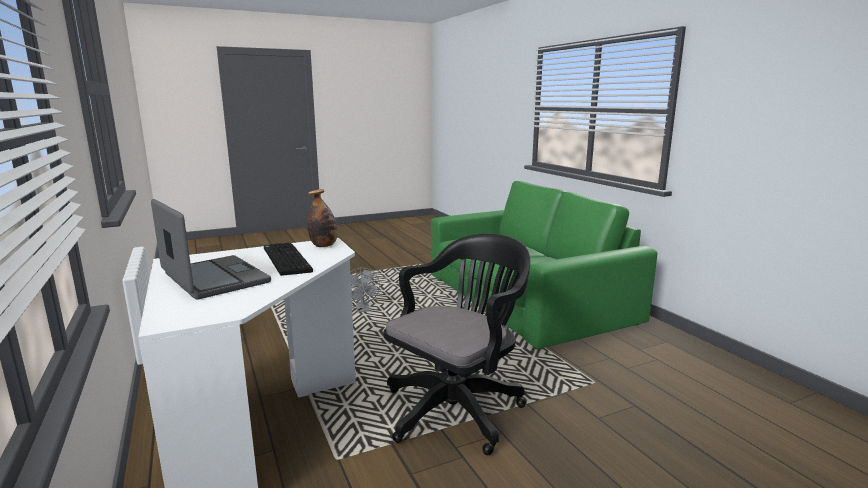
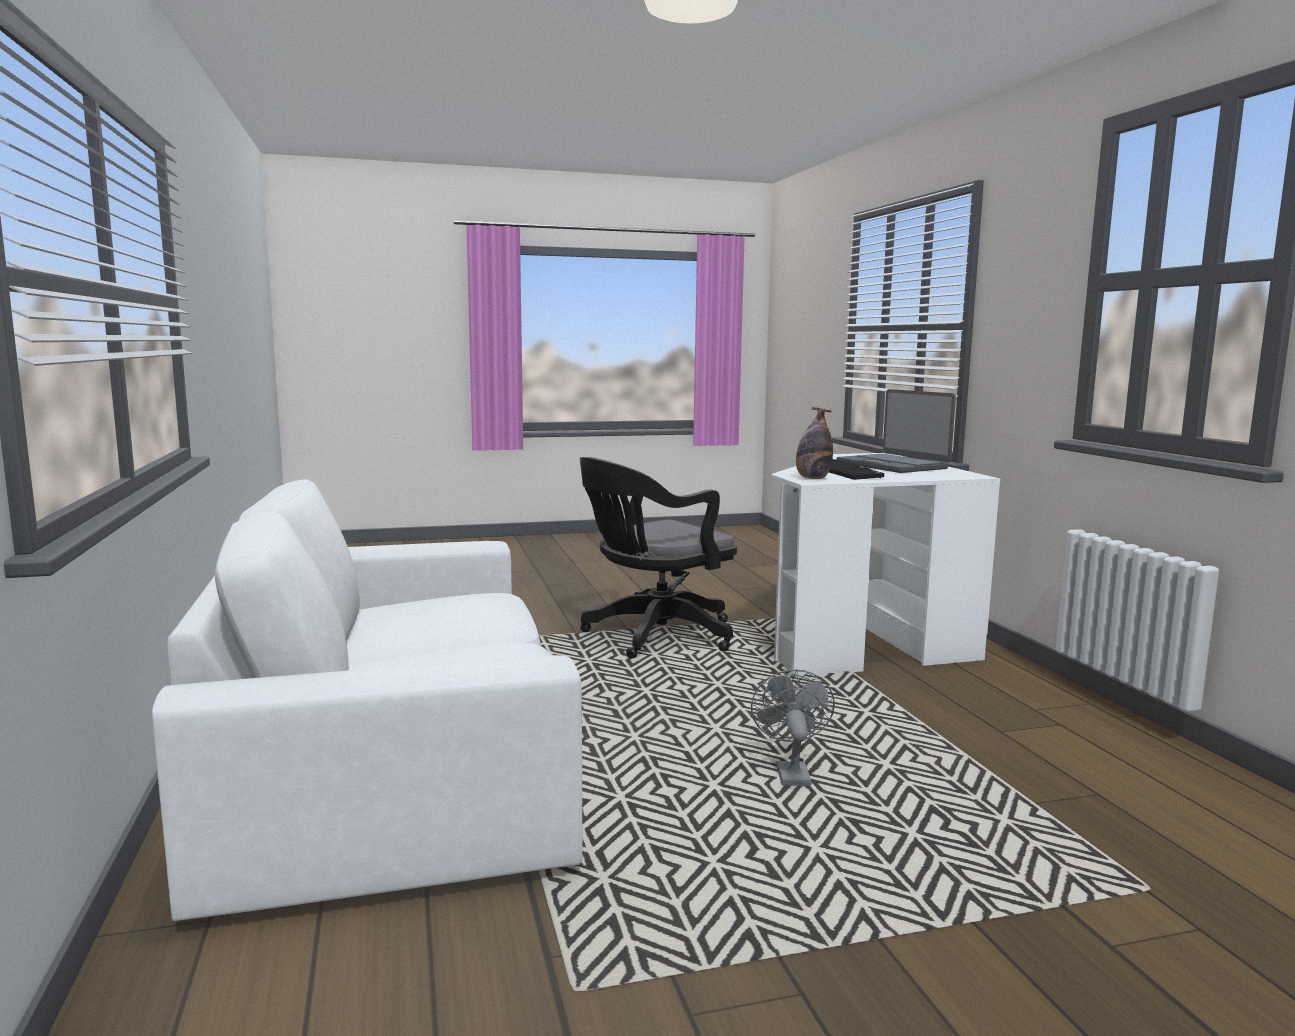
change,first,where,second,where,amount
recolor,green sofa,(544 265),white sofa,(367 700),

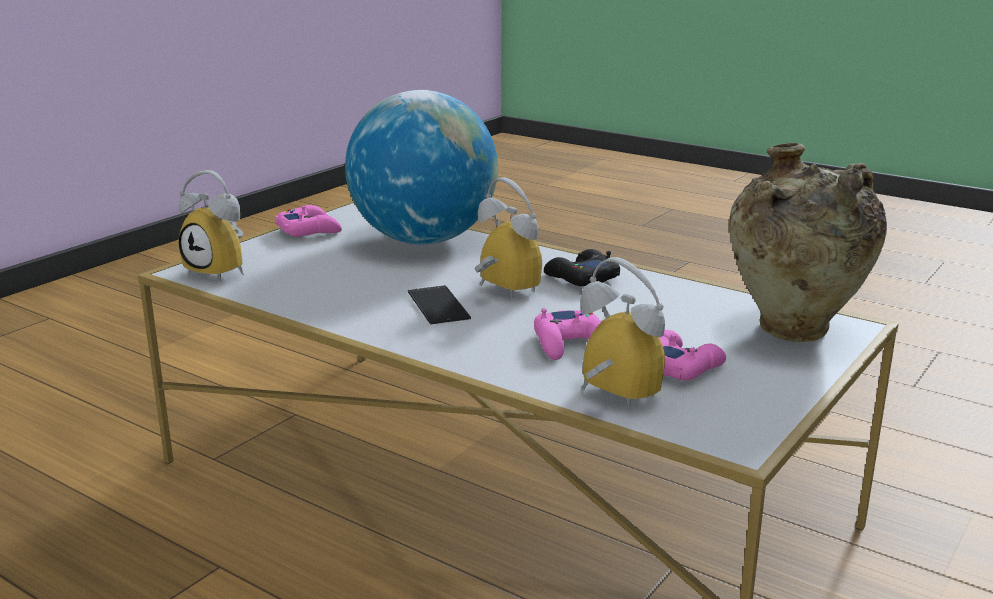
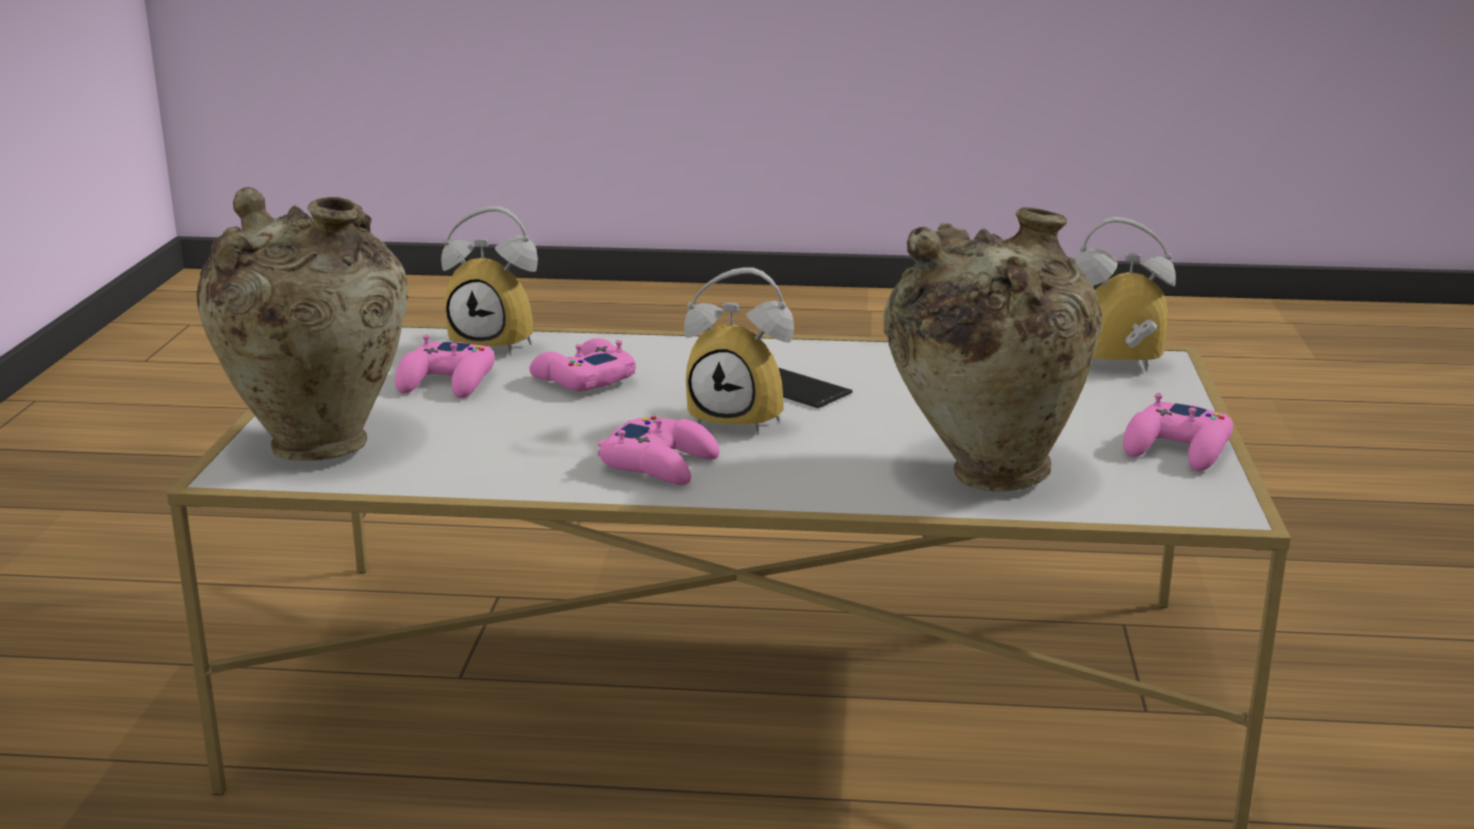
change,first,where,second,where,amount
recolor,black game controller,(582 267),pink game controller,(659 450),
replace,globe,(421 167),beige vase,(992 349),

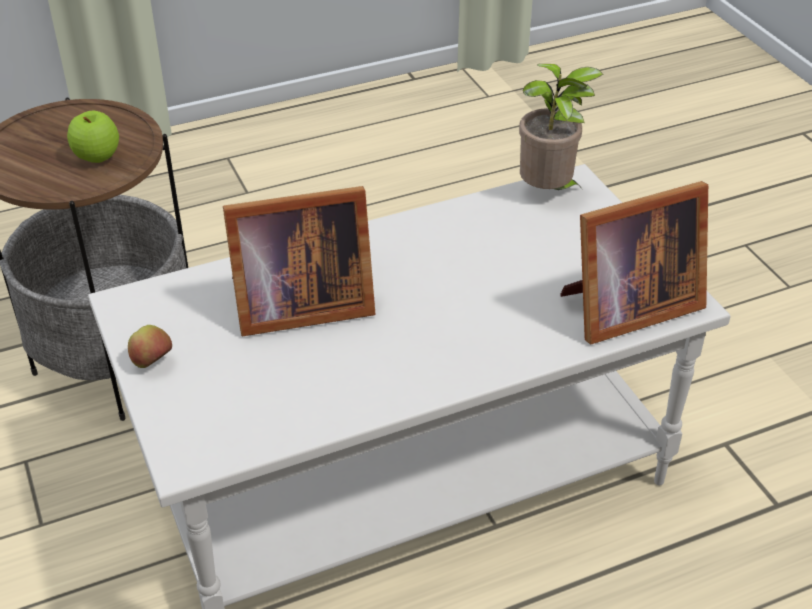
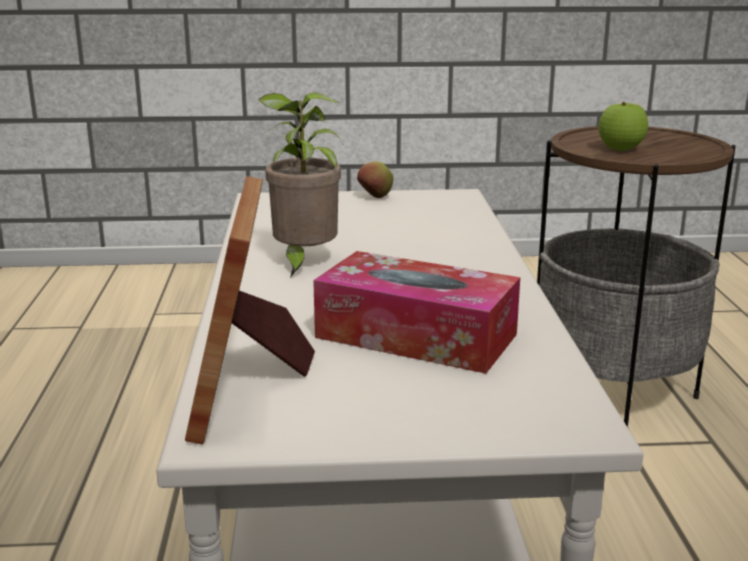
change,first,where,second,where,amount
move,potted plant,(561 127),,(300 185),
insert,,,tissue box,(416 312),
delete,picture frame,(299 261),,,

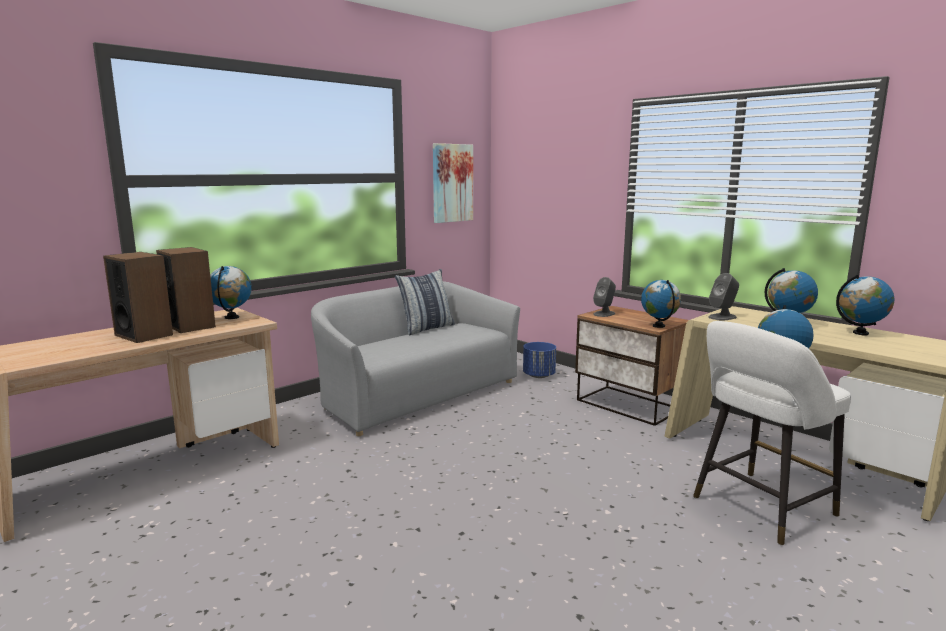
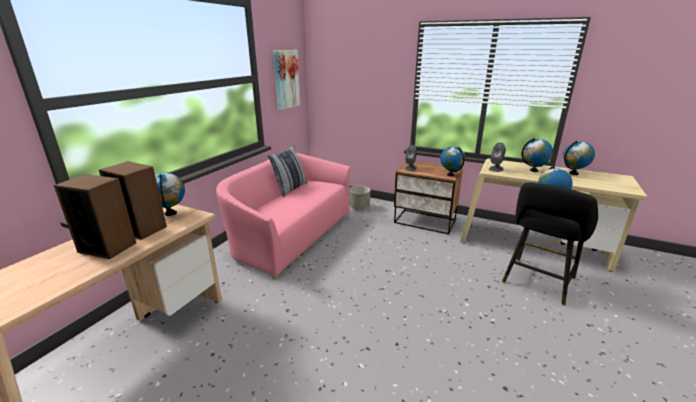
change,first,where,second,where,amount
recolor,grey sofa,(415 358),pink sofa,(283 216),
recolor,blue planter,(539 360),grey planter,(359 198),
recolor,white stool,(772 433),black stool,(550 243),

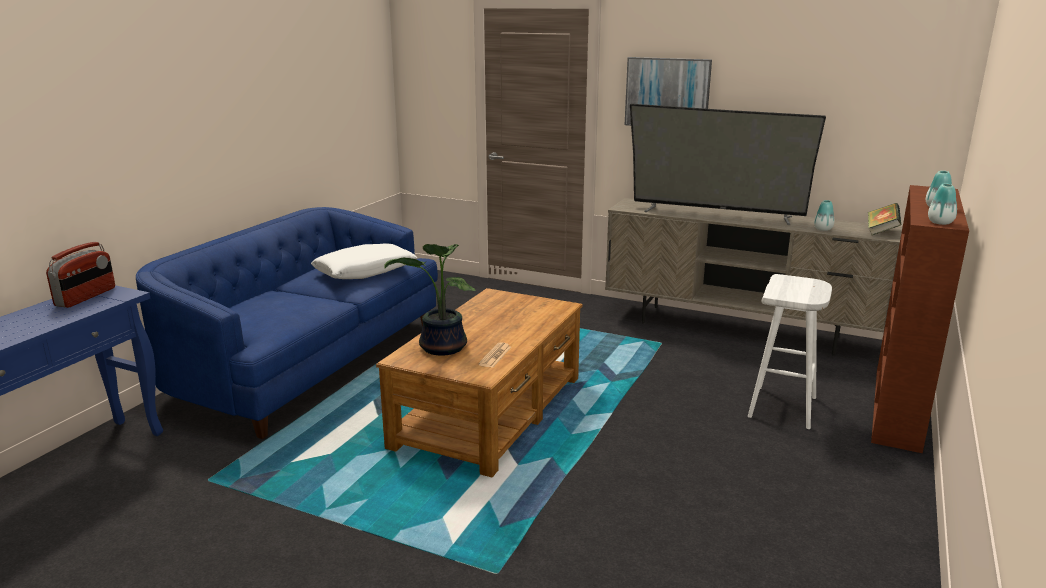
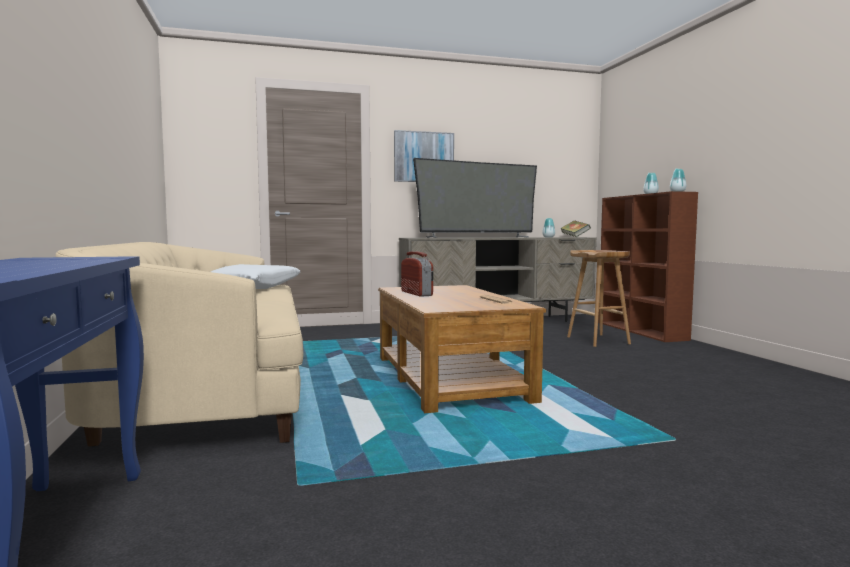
change,first,where,second,where,amount
recolor,blue sofa,(287 323),beige sofa,(179 344),
move,radio,(80 275),,(417 274),
recolor,white stool,(790 351),brown stool,(599 298),
delete,potted plant,(430 300),,,

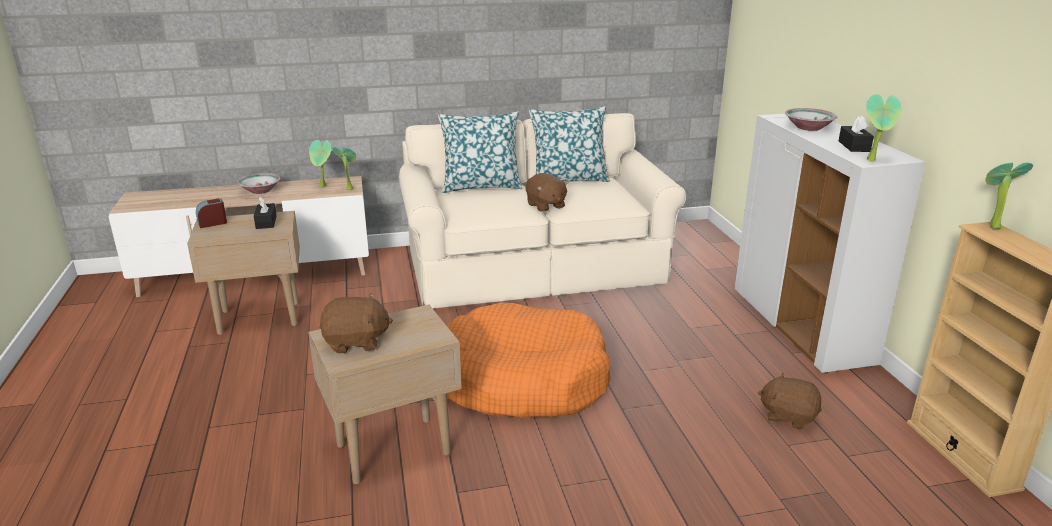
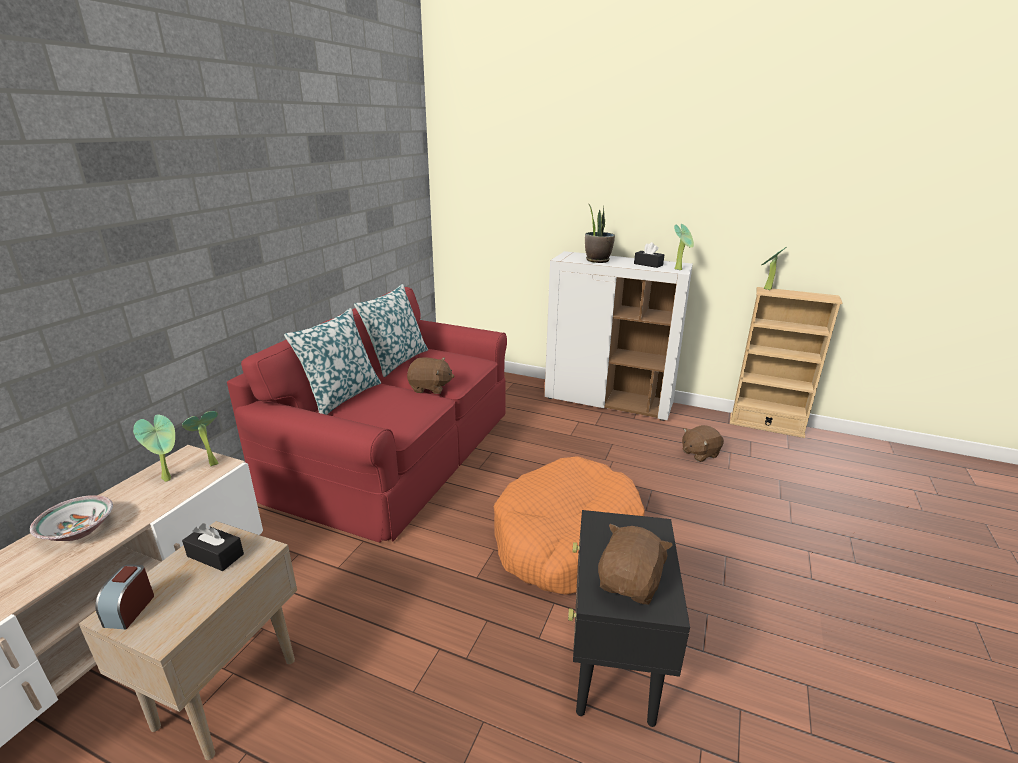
change,first,where,second,where,amount
recolor,beige sofa,(542 211),red sofa,(367 415),
recolor,beige side table,(385 394),black side table,(629 618),
replace,bowl,(811 119),potted plant,(600 234),

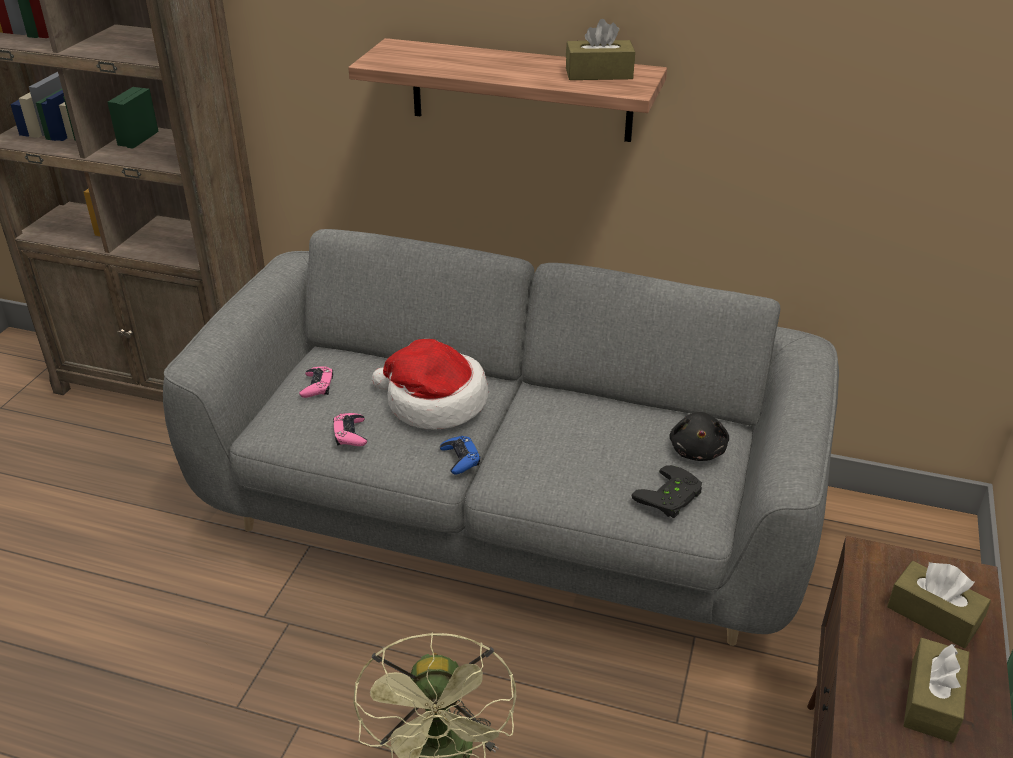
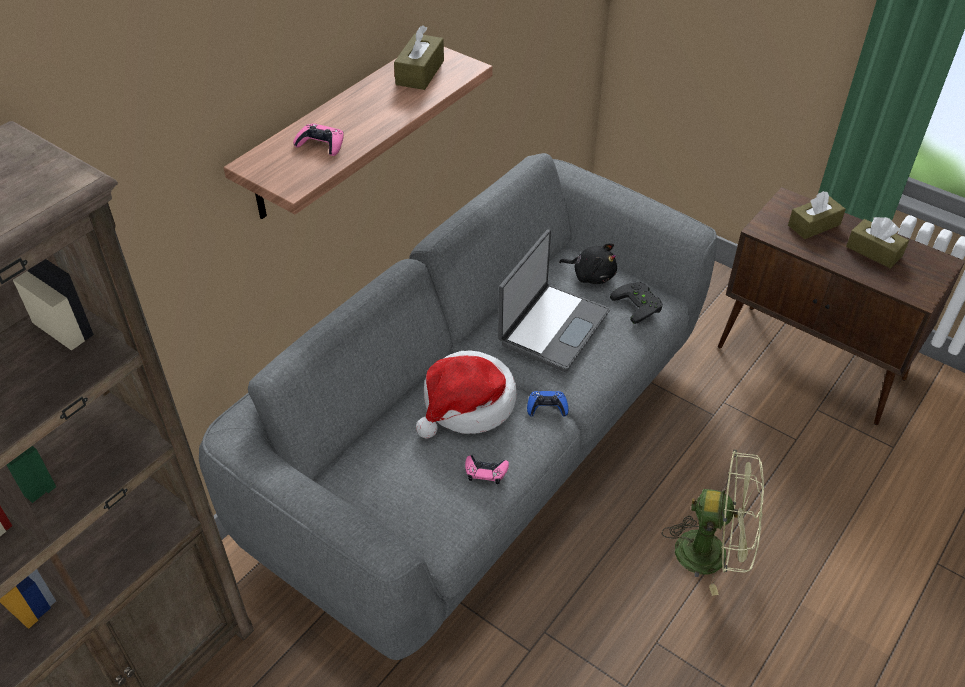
change,first,where,second,where,amount
move,pink game controller,(316 382),,(318 139),
insert,,,laptop,(554 300),

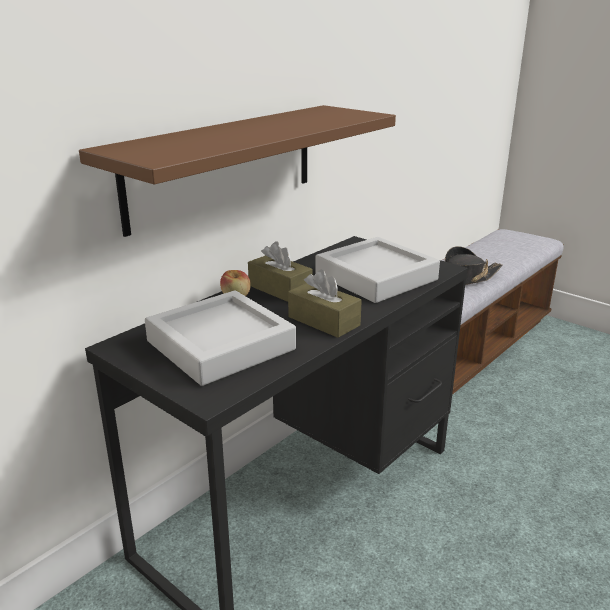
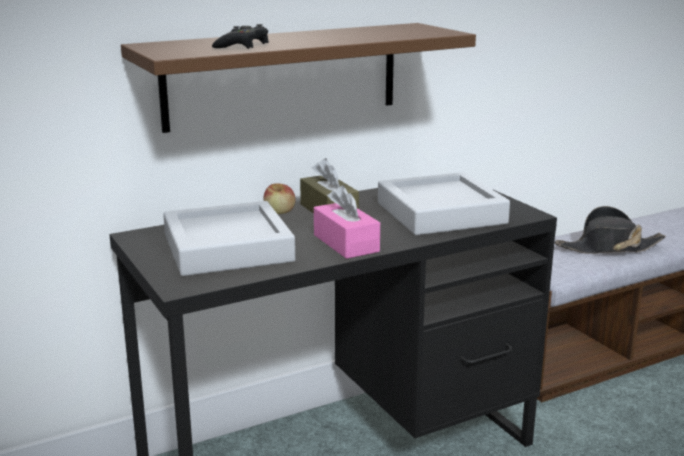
change,first,where,second,where,amount
insert,,,black game controller,(240 36),
recolor,brown tissue box,(325 303),pink tissue box,(347 222),

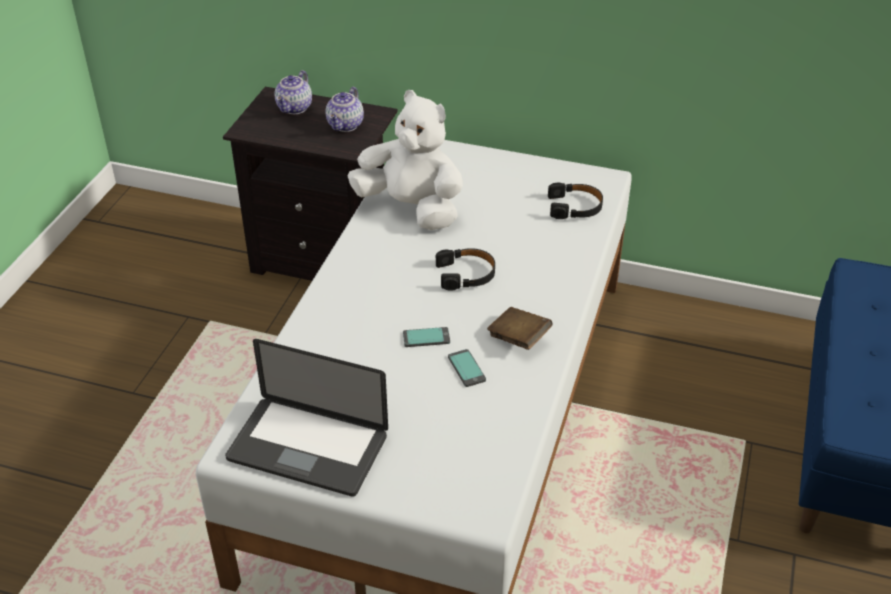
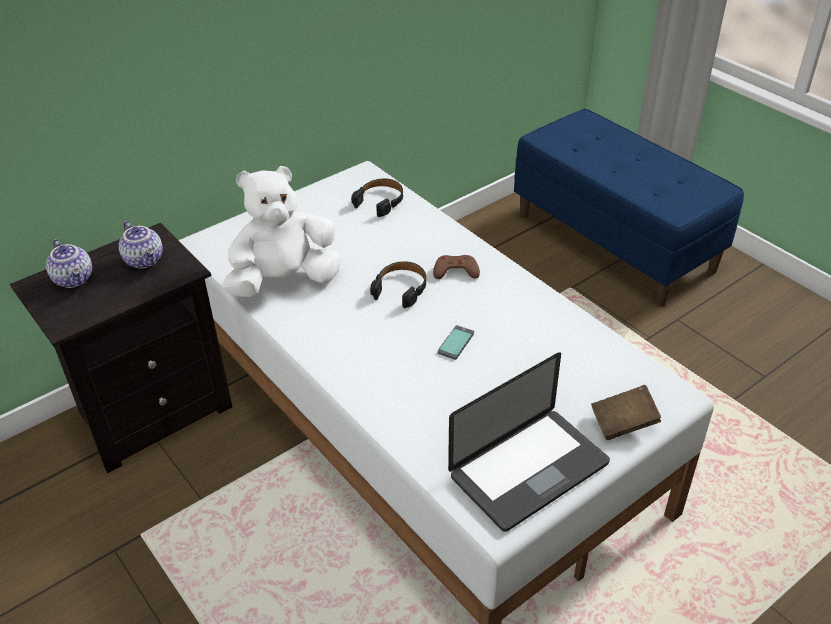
change,first,where,second,where,amount
insert,,,brown game controller,(456 267),
move,brown book,(520 328),,(626 412),
delete,phone,(467 368),,,

